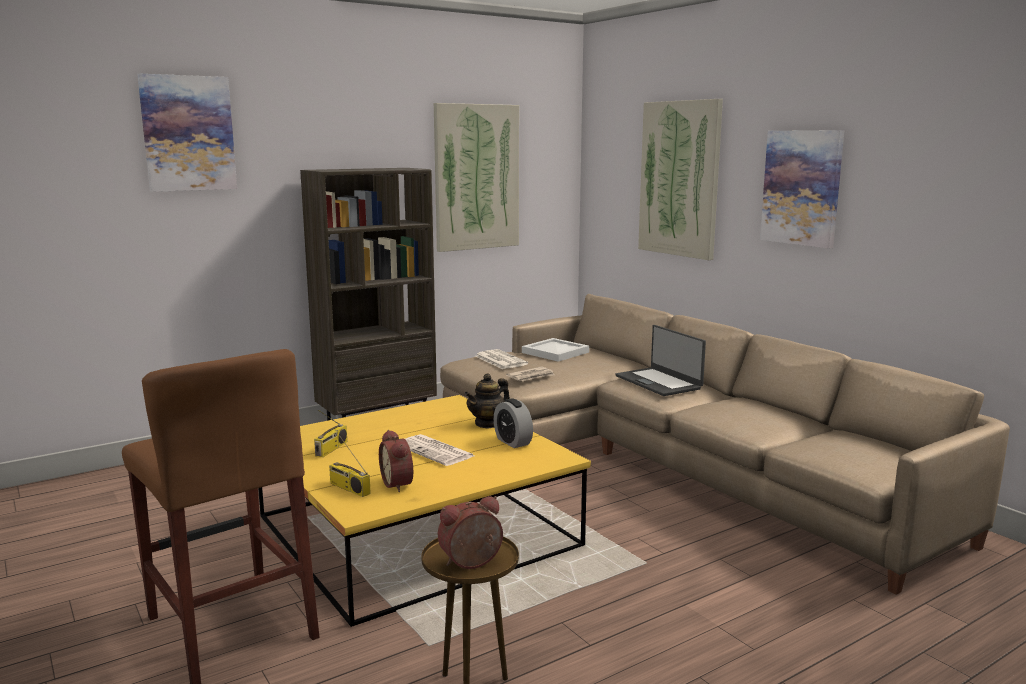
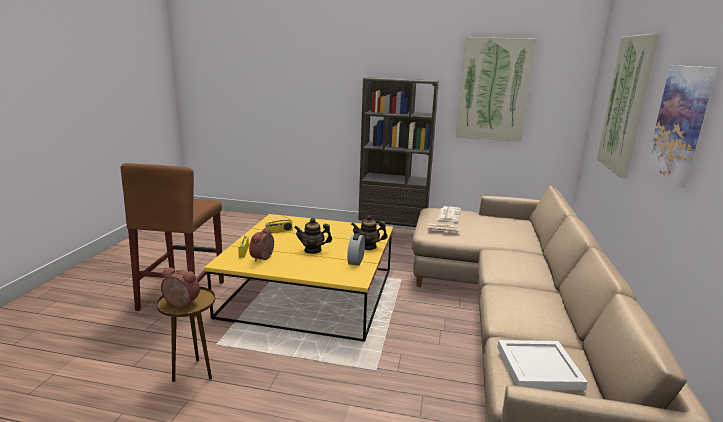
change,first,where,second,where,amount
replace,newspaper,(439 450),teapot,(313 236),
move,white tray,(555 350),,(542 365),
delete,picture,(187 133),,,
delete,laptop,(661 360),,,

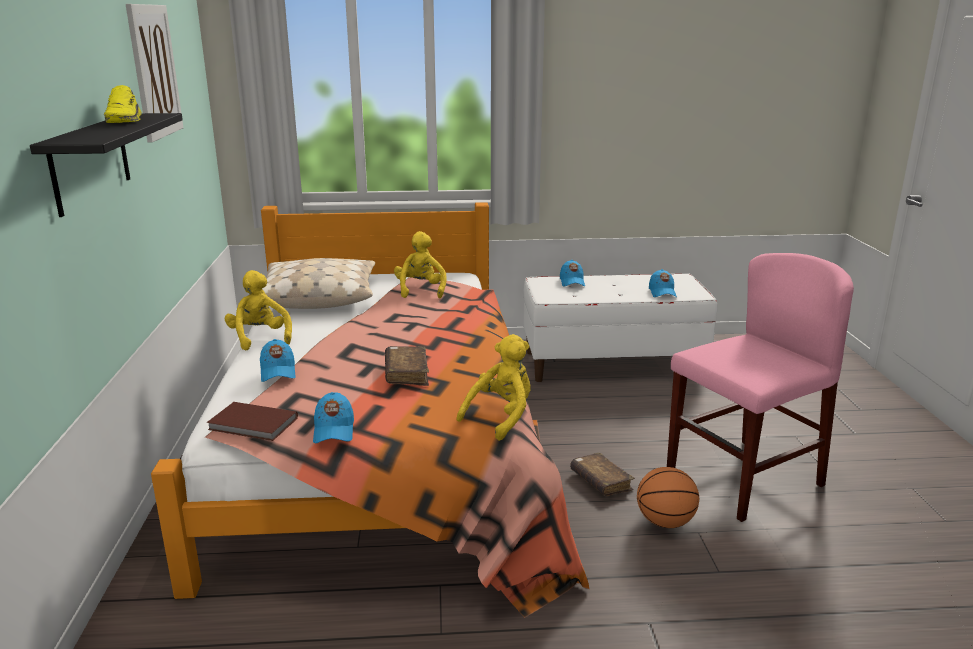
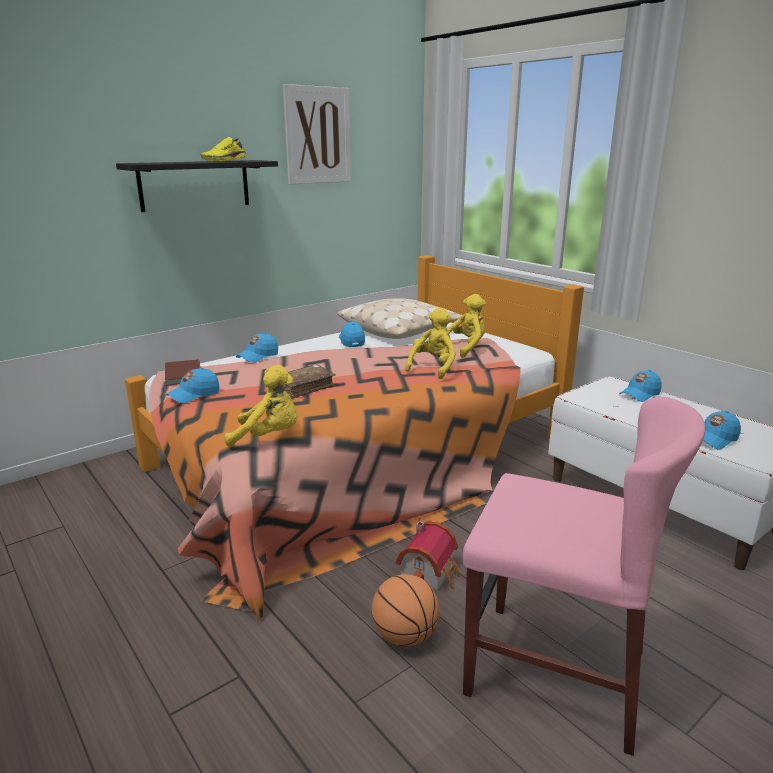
change,first,where,second,where,amount
insert,,,blue cap,(352 334),
replace,brown book,(602 474),toy house,(428 556),
move,yellow plush toy,(258 310),,(430 343),

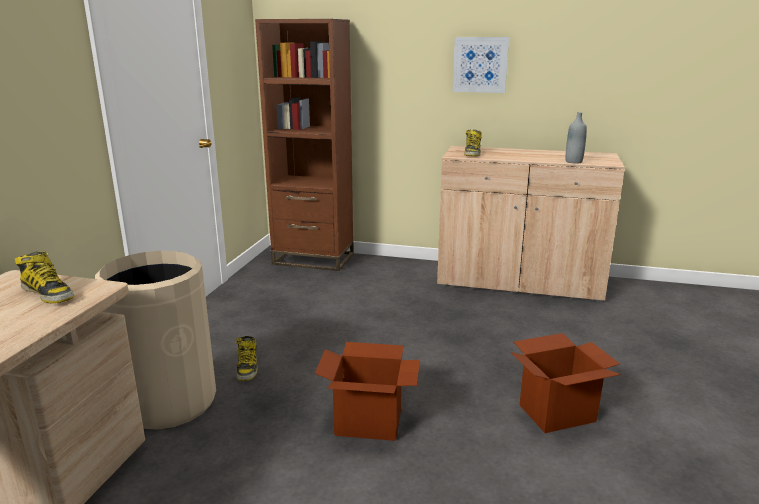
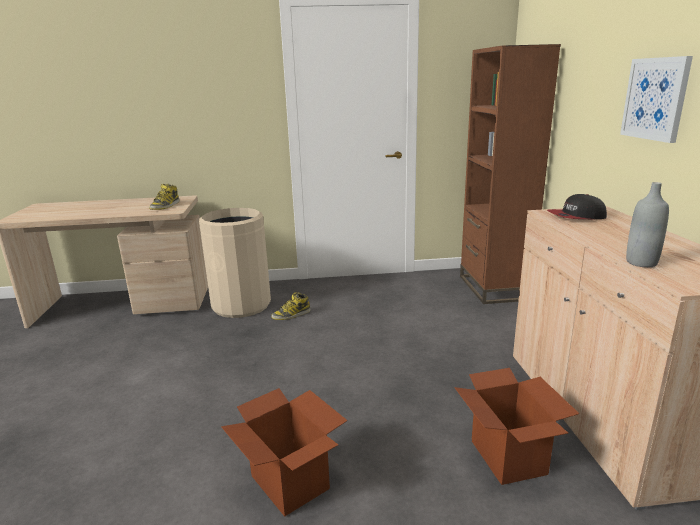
change,first,where,second,where,amount
move,cardboard box,(367 391),,(517 426),
replace,boot,(473 143),cap,(577 206),

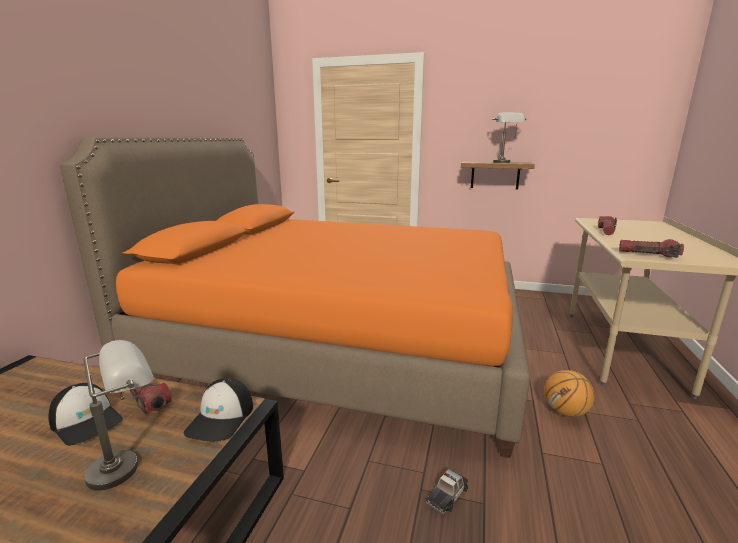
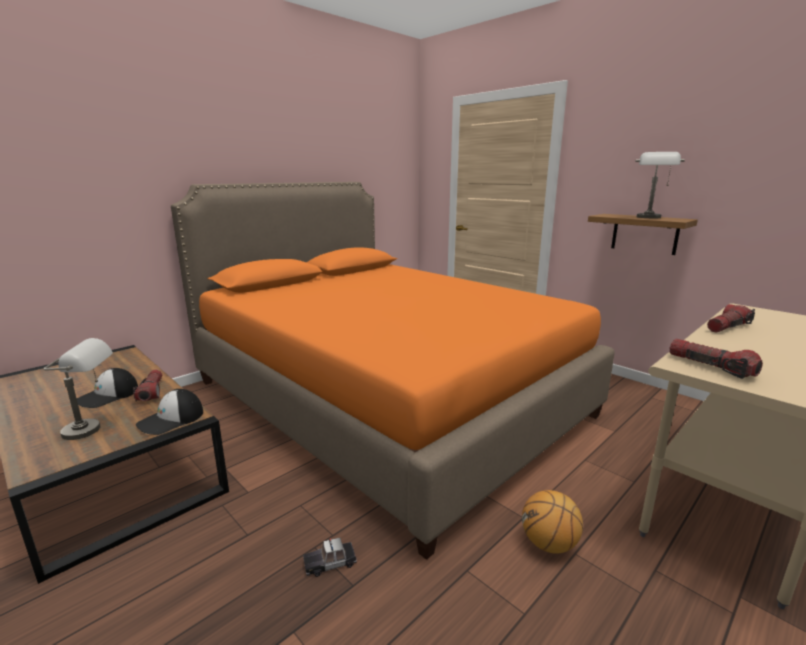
change,first,where,second,where,amount
rotate,cap,(85 414),,(107 388),60 degrees clockwise

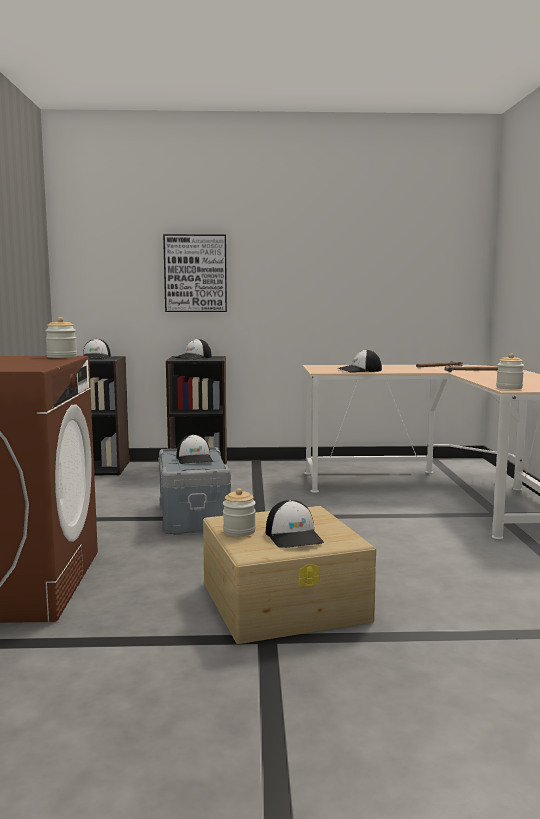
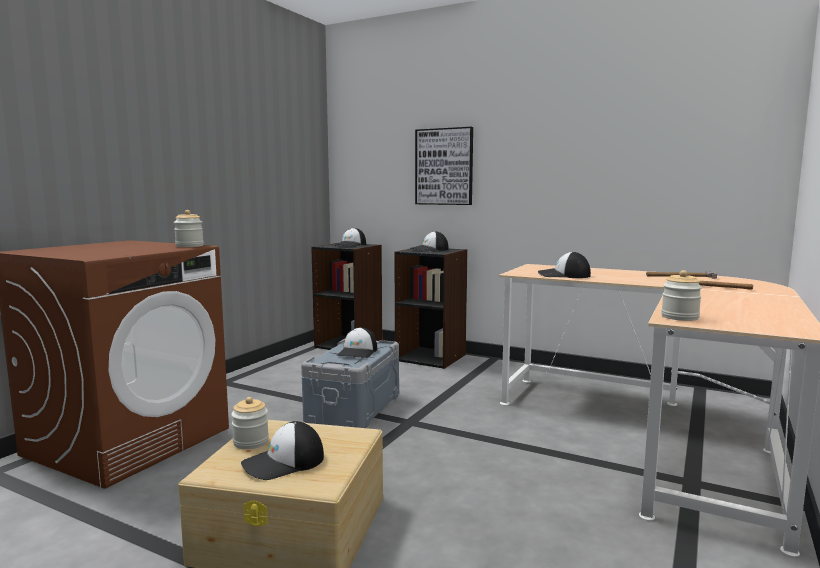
change,first,where,second,where,amount
rotate,cap,(295 524),,(282 450),45 degrees clockwise

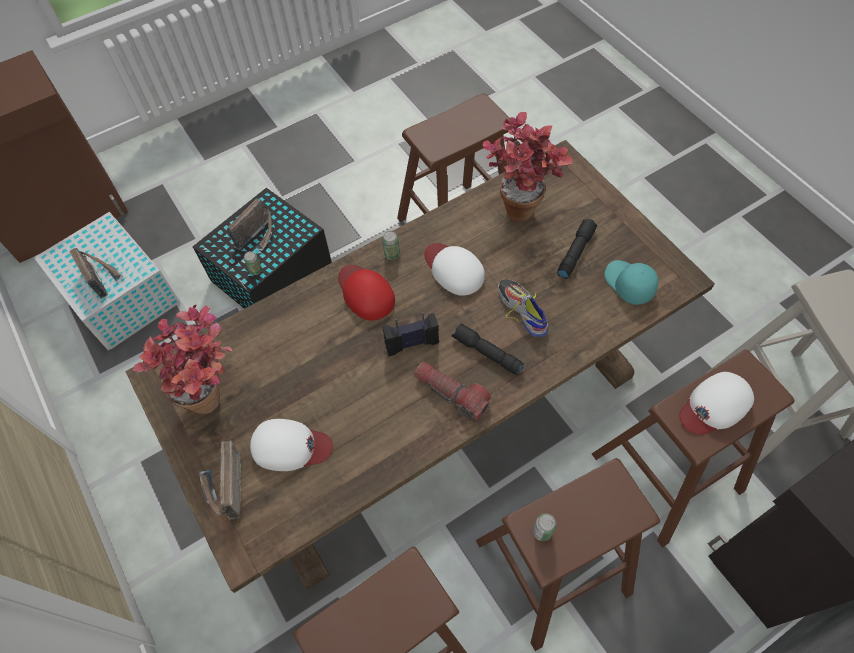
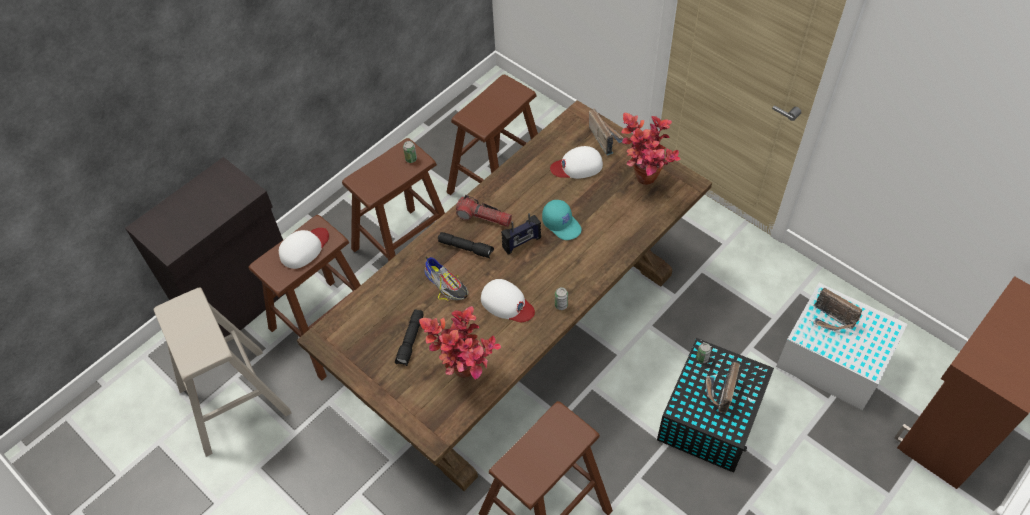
change,first,where,second,where,amount
move,turquoise cap,(631 282),,(562 220),
delete,red cap,(366 292),,,

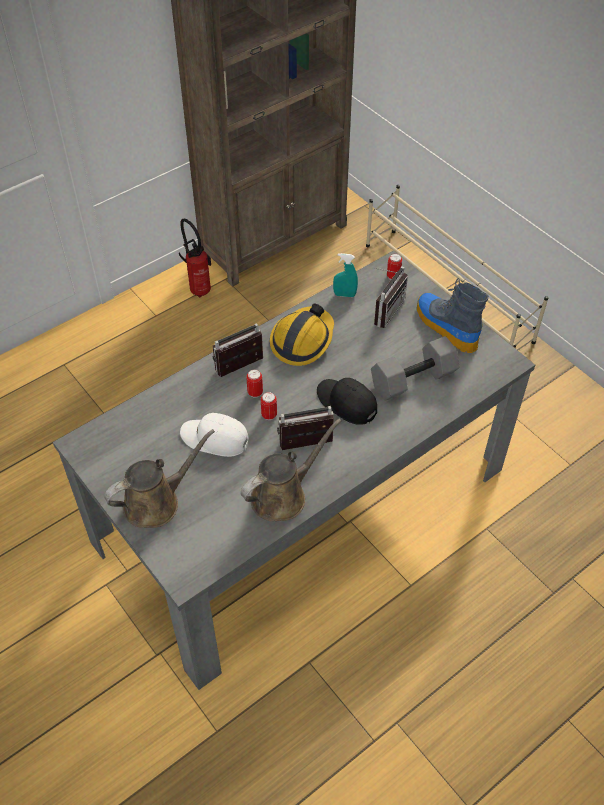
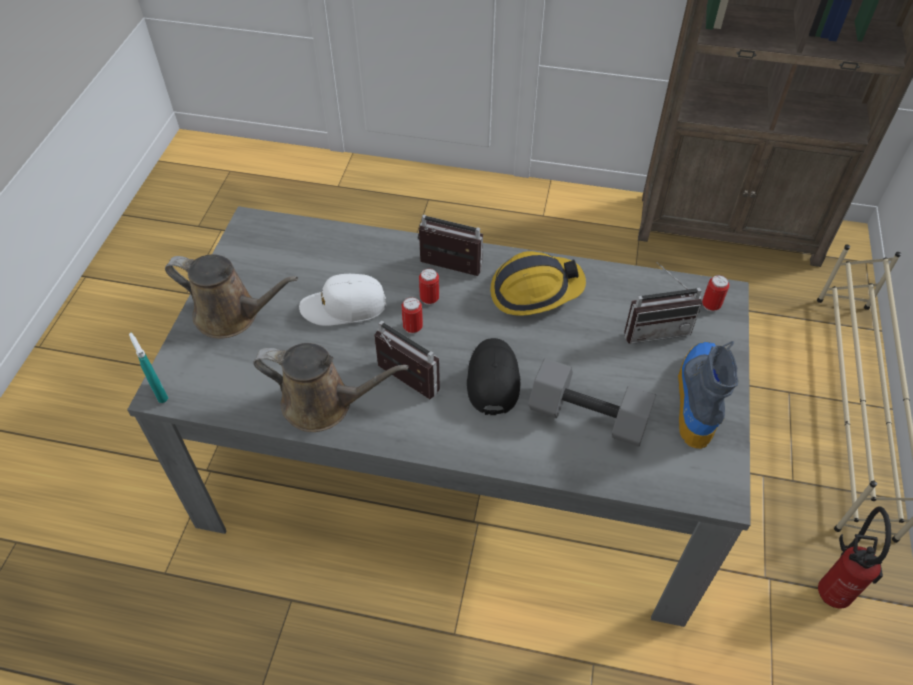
change,first,where,second,where,amount
move,turquoise spray bottle,(345 275),,(148 368),
rotate,white cap,(214 435),,(343 300),75 degrees counterclockwise
move,fire extinguisher,(195 257),,(854 557),

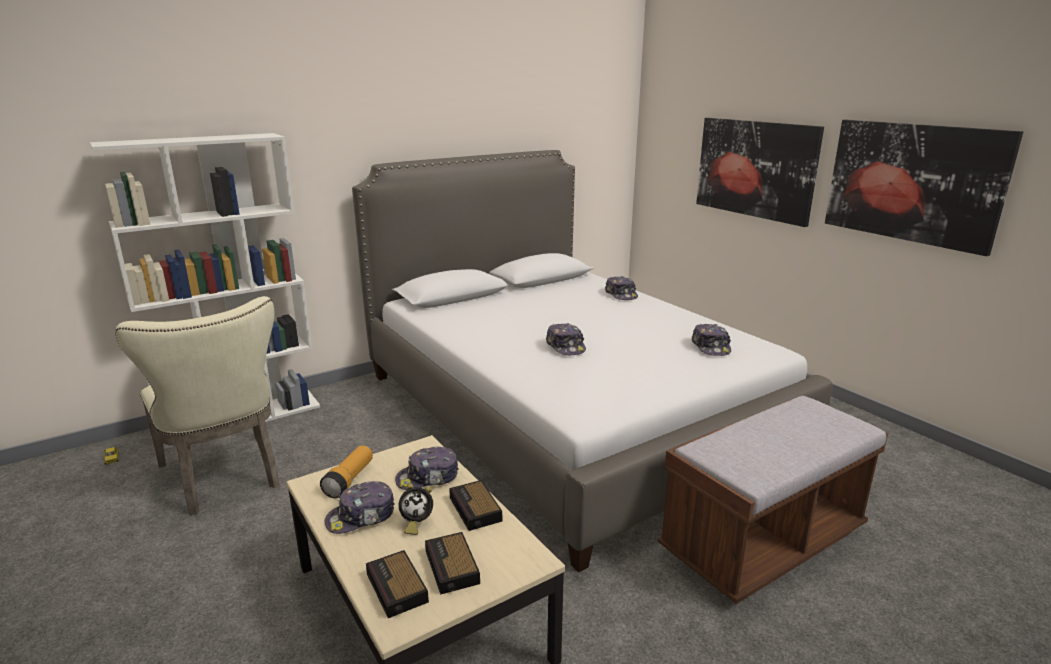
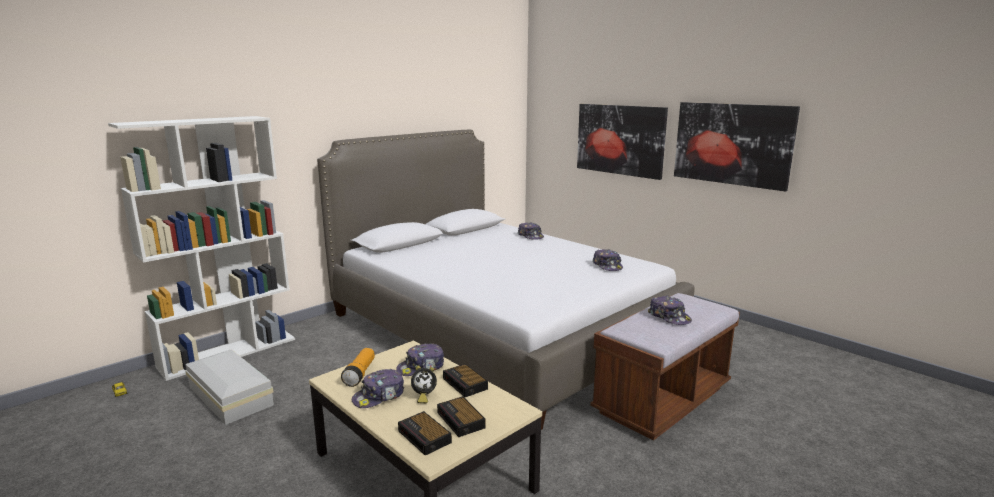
change,first,where,second,where,amount
replace,beige chair,(197 405),white storage box,(229 387),
move,cap,(566 339),,(670 310),

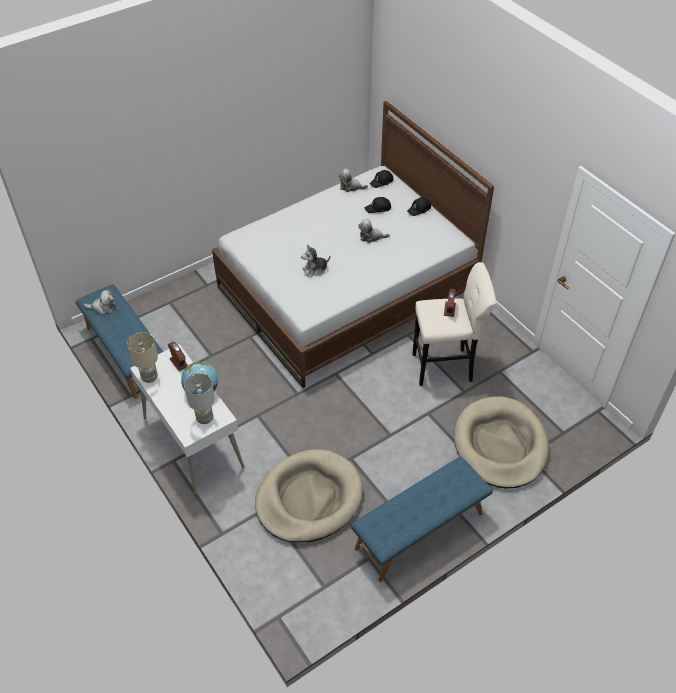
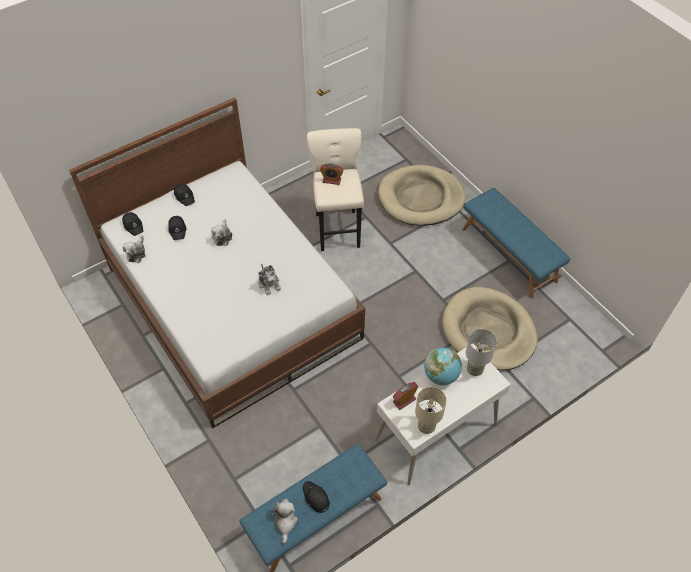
change,first,where,second,where,amount
insert,,,black cap,(316 497),

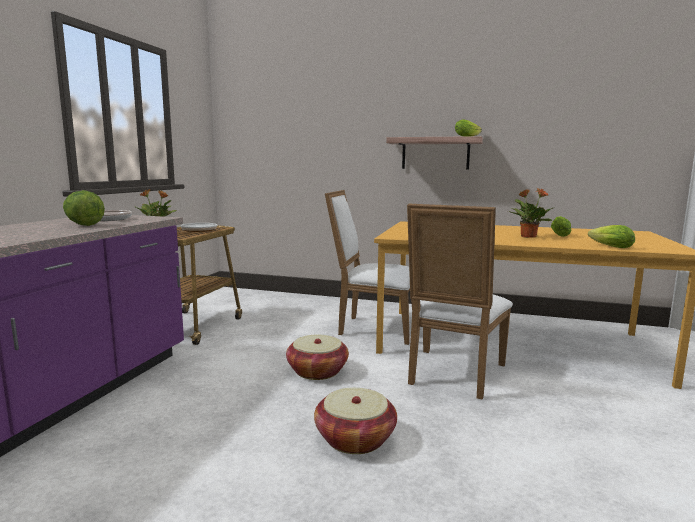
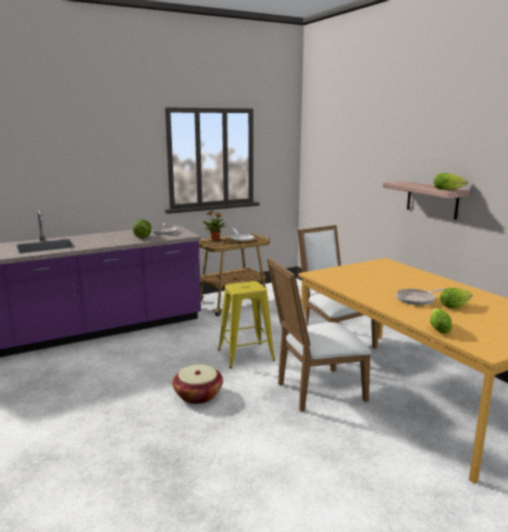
change,first,where,second,where,amount
replace,basket,(317 357),yellow stool,(246 324),
replace,potted plant,(531 213),frying pan,(420 296),

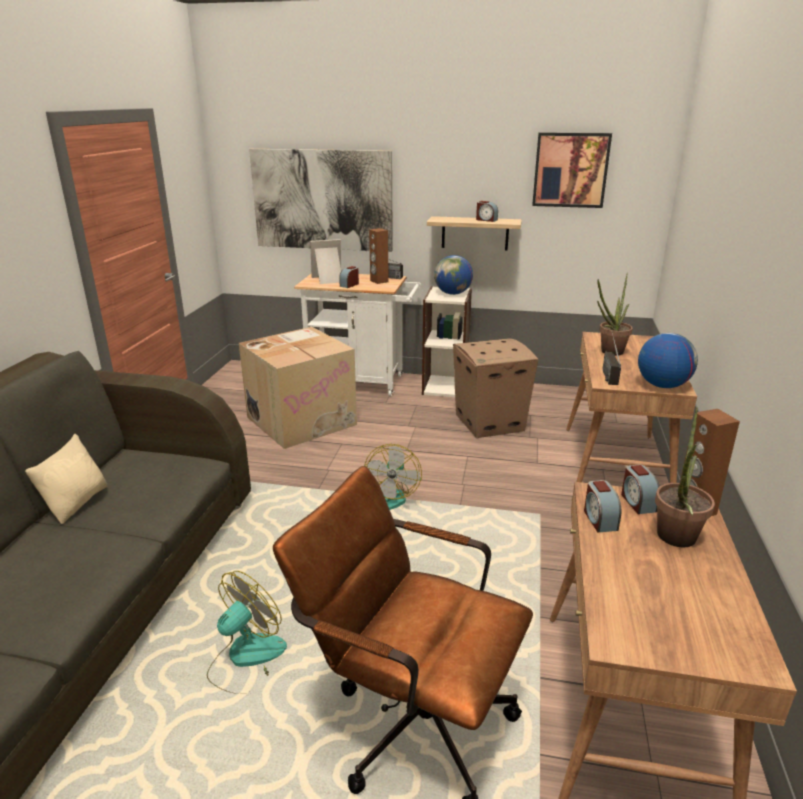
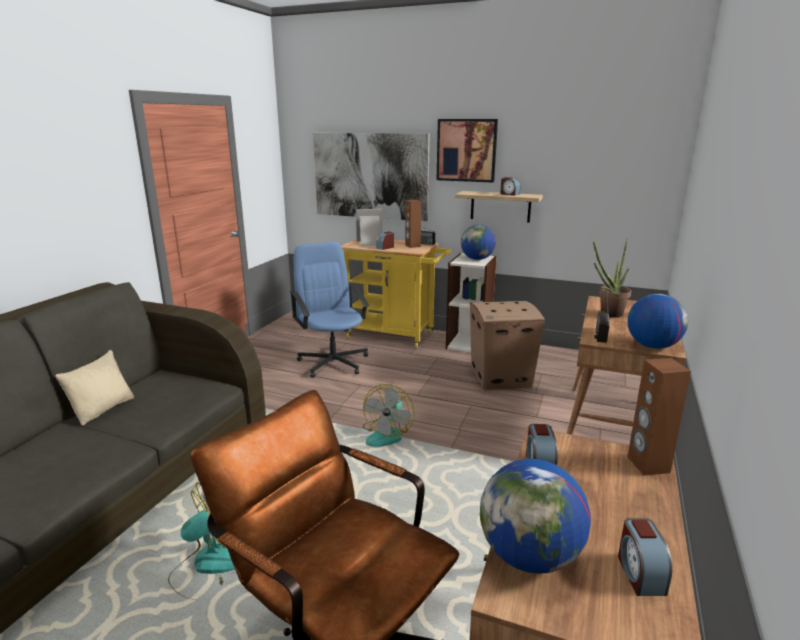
change,first,where,second,where,amount
replace,cardboard box,(298 388),blue office chair,(329 309),
recolor,white cart,(357 335),yellow cart,(396 293),
move,picture,(572 170),,(467 151),
insert,,,globe,(535 516),
move,alarm clock,(640 489),,(645 557),
delete,potted plant,(685 477),,,

